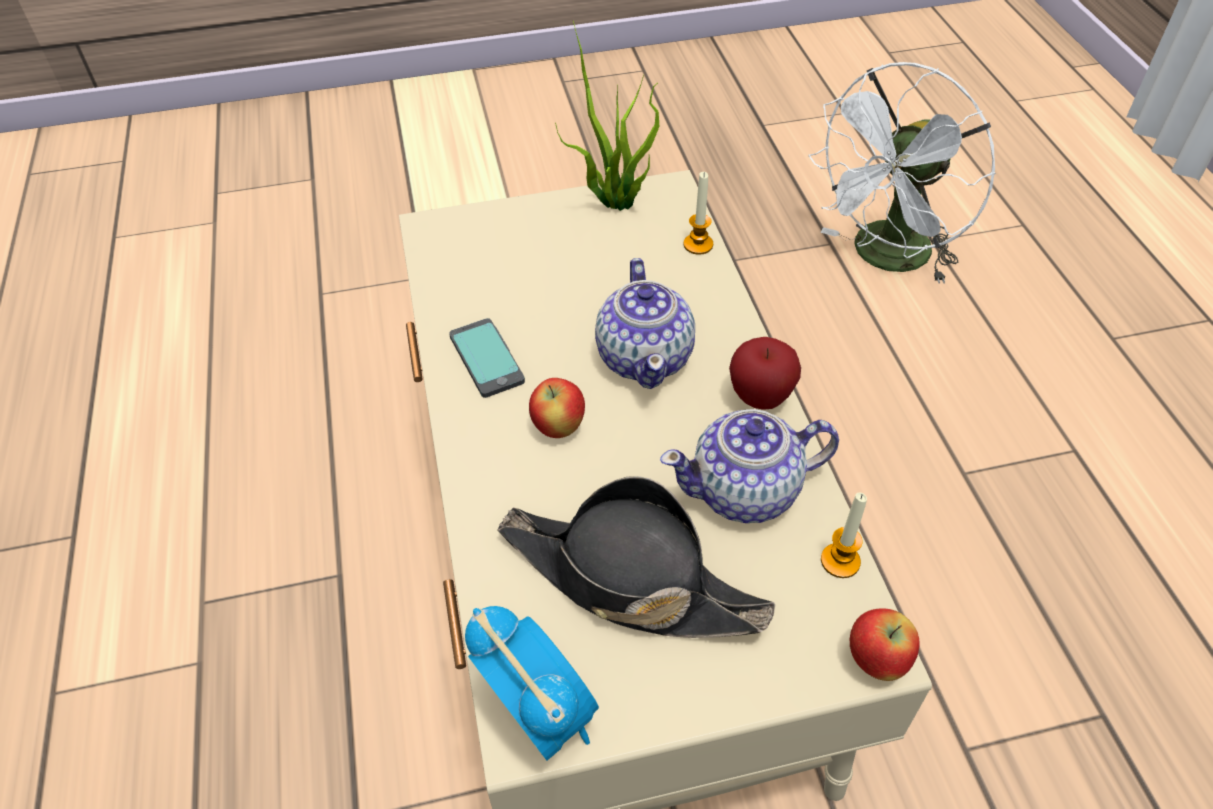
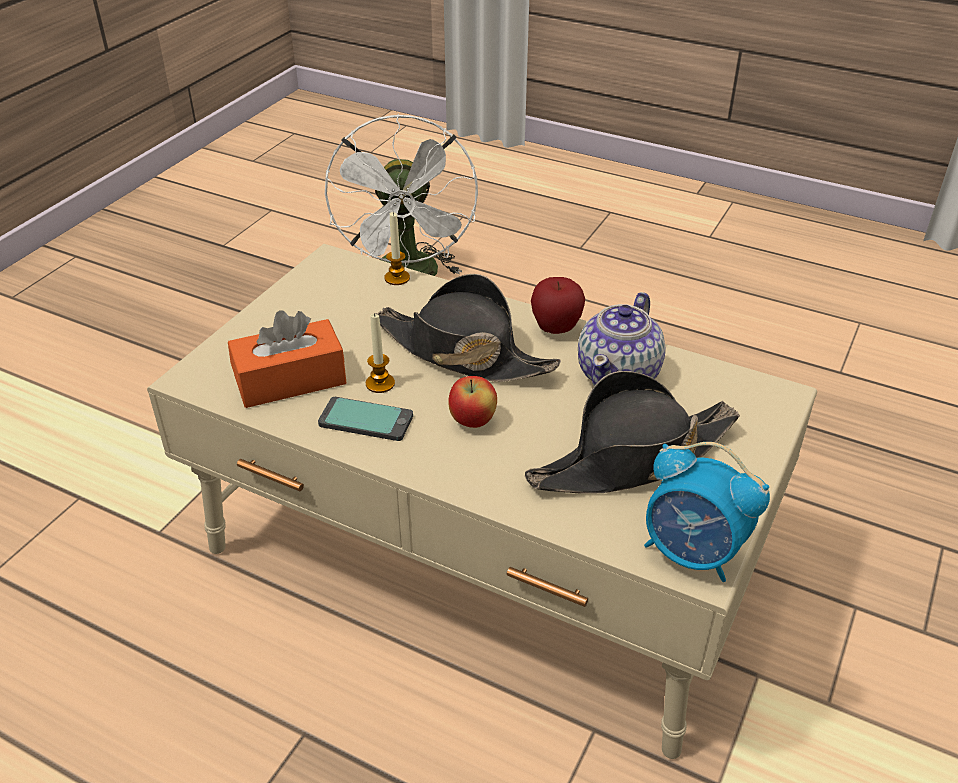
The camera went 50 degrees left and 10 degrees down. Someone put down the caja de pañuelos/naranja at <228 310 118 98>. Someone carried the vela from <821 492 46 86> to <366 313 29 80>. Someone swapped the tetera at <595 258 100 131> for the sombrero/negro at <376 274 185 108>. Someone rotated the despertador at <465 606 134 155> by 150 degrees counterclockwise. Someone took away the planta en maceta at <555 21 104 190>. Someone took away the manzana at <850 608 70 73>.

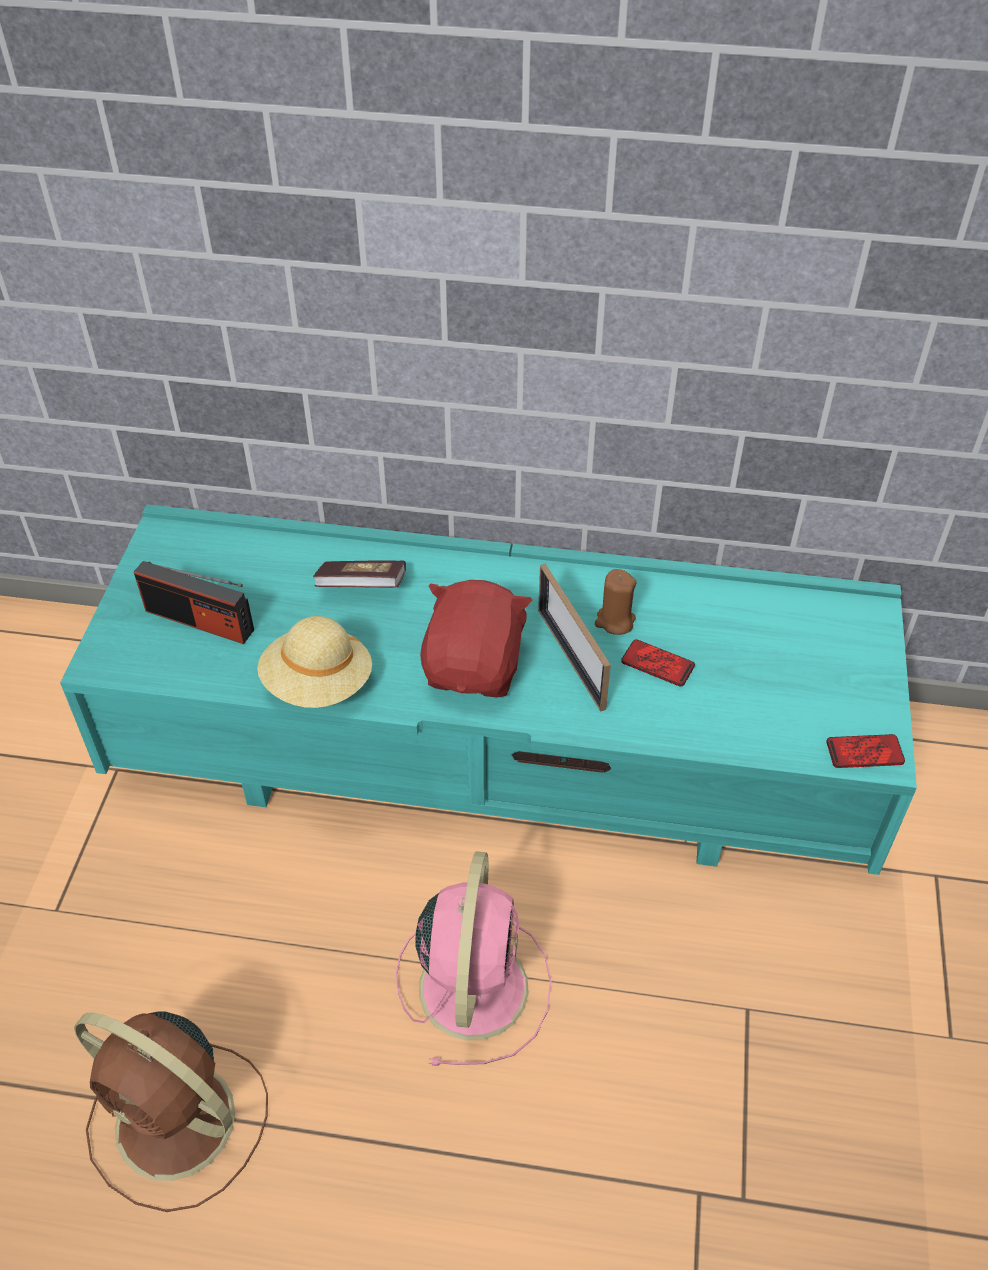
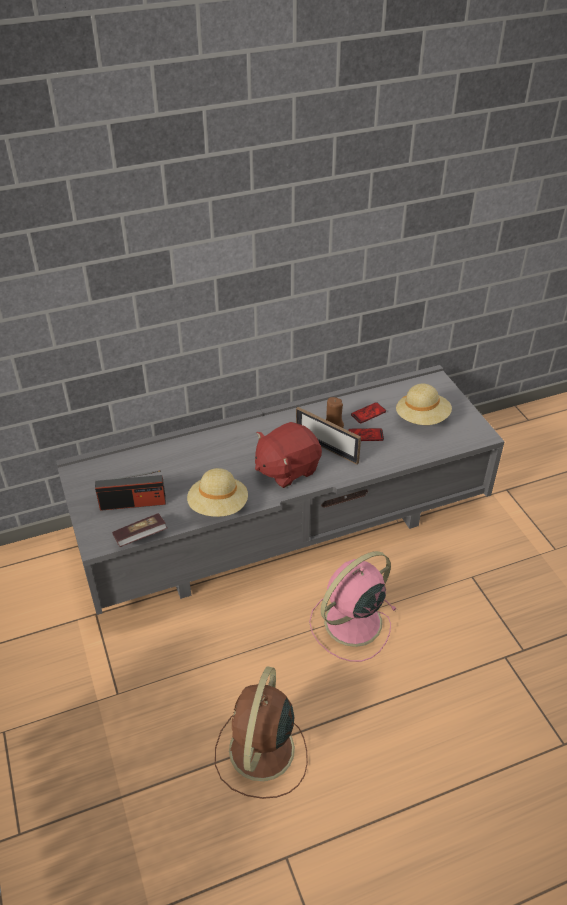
The camera went 30 degrees left and 5 degrees down. Someone repainted the mueble de televisión/turquesa at <60 504 857 371>, which became the mueble de televisión/gris at <56 365 449 250>. Someone carried the libro from <313 561 93 27> to <112 513 55 34>. Someone rotated the ventilador/marrón at <74 1011 194 201> by 105 degrees clockwise. Someone rotated the peluche/rojo at <420 580 112 117> by 105 degrees counterclockwise. Someone rotated the ventilador/rosa at <396 851 156 215> by 105 degrees counterclockwise. Someone carried the móvil from <826 734 79 34> to <351 402 35 21>. Someone put down the sombrero/beis at <396 384 56 41>.

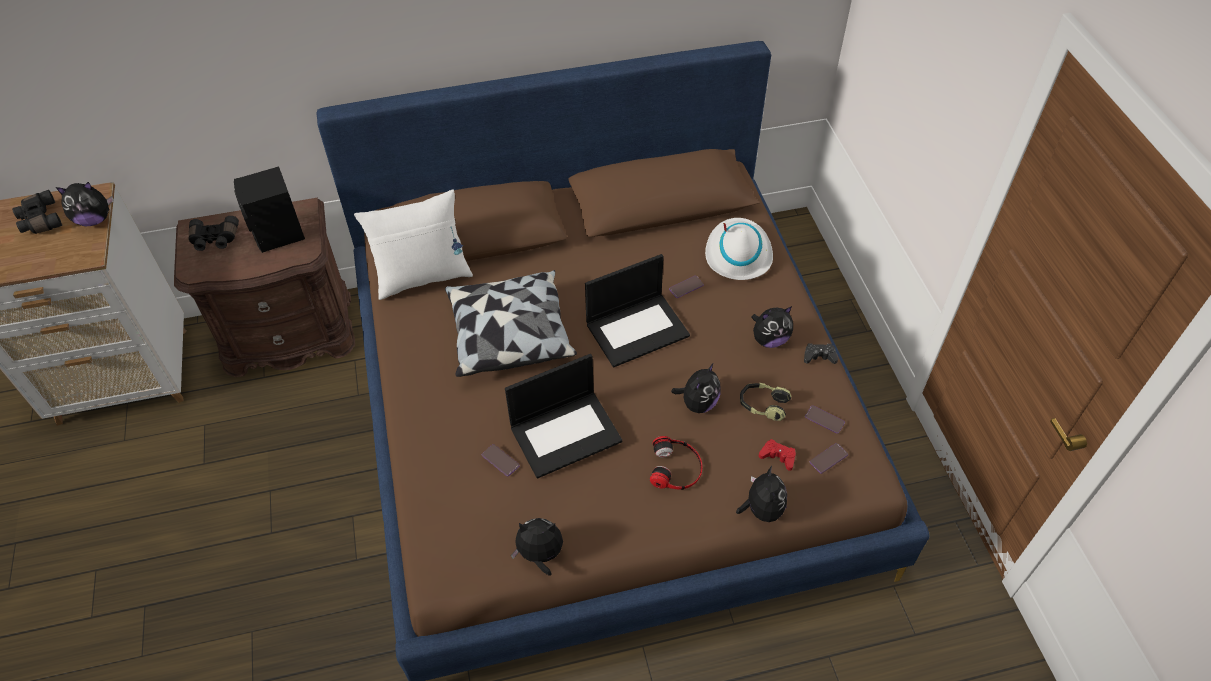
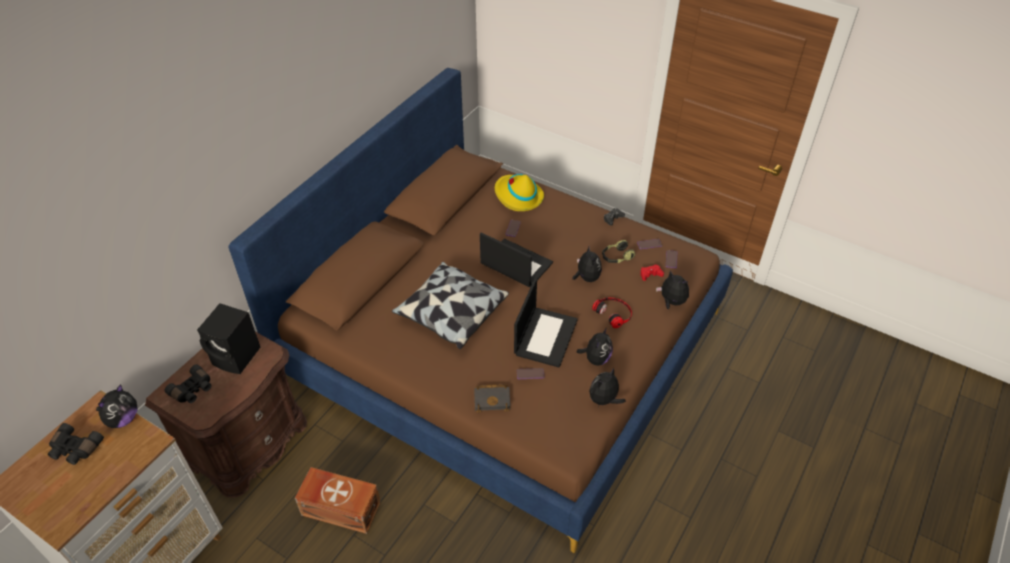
The camera went 45 degrees left and 5 degrees down. Someone put down the caja de almacenaje/marrón at <295 467 86 67>. Someone put down the libro/negro at <474 384 37 29>. Someone rotated the portátil at <585 254 105 114> by 75 degrees counterclockwise. Someone repainted the sombrero/blanco at <705 218 68 62>, which became the sombrero/amarillo at <495 174 49 37>. Someone carried the peluche from <751 306 42 42> to <577 328 36 38>. Someone took away the cojín/blanco at <354 190 119 110>.

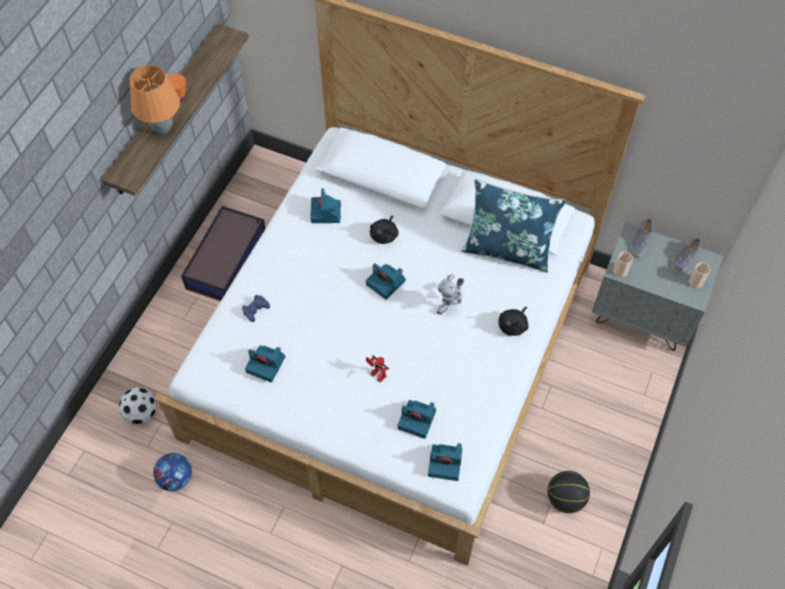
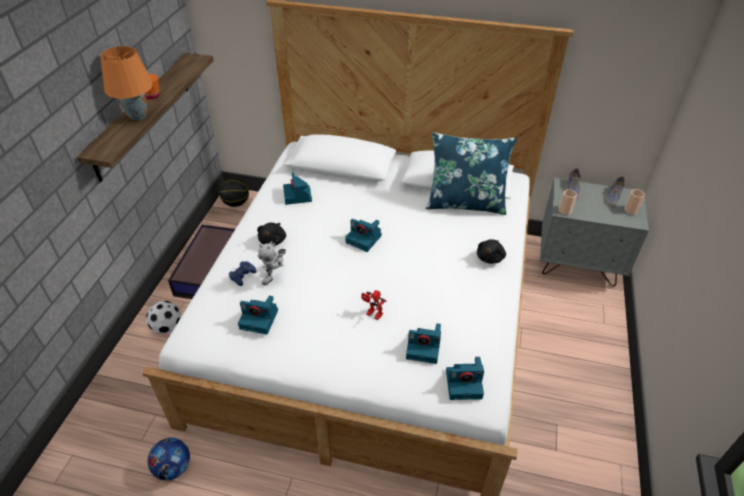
The camera went 10 degrees left and 15 degrees down. Someone carried the balón de fútbol from <119 387 38 37> to <146 301 35 33>. Someone carried the balón de baloncesto from <548 471 42 42> to <219 178 30 29>. Someone carried the peluche/negro from <370 216 29 28> to <257 223 29 23>. Someone carried the robot de juguete from <437 273 27 41> to <258 241 28 44>.

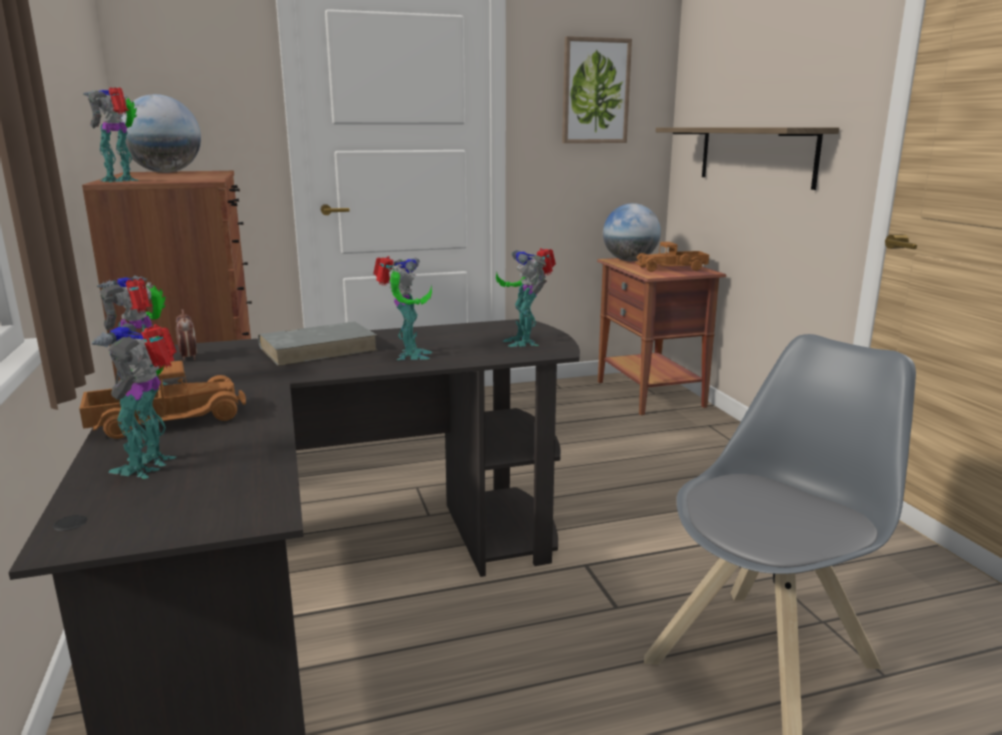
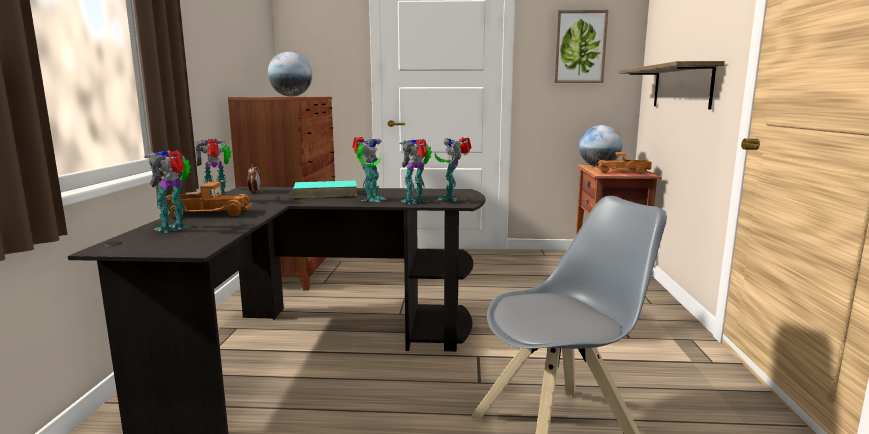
The camera went 20 degrees right and 5 degrees down. Someone repainted the libro/gris at <258 321 120 45>, which became the libro/turquesa at <293 181 64 17>. Someone carried the robot de juguete from <83 87 55 95> to <399 139 33 65>.

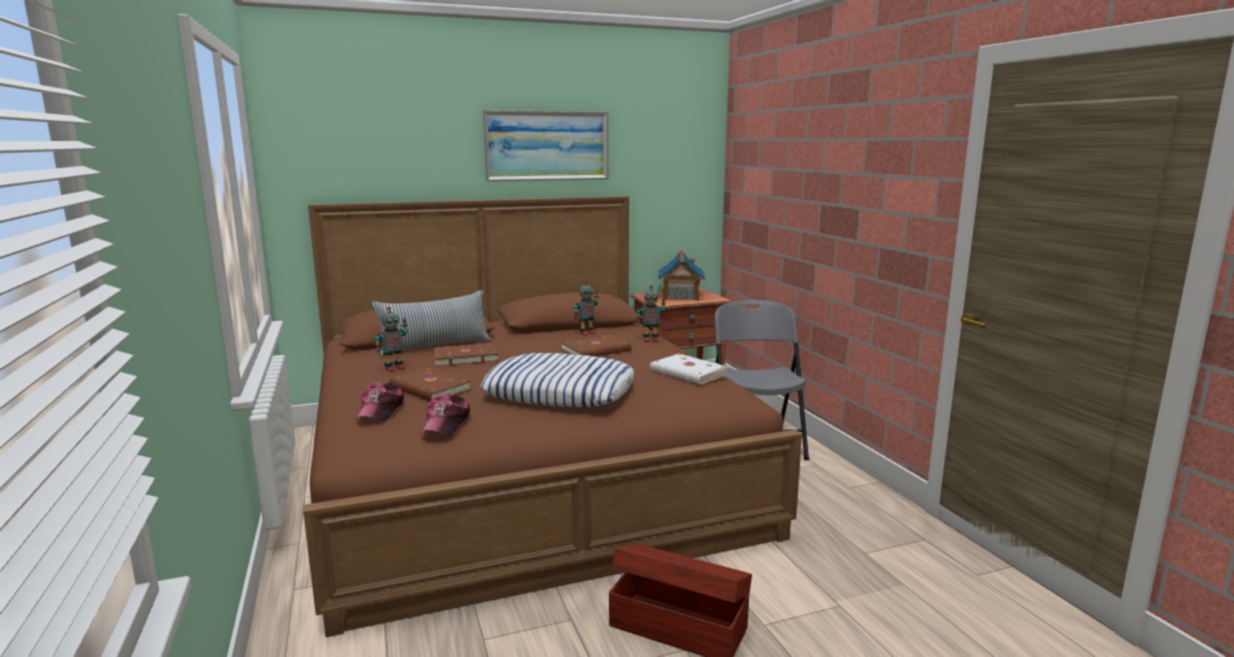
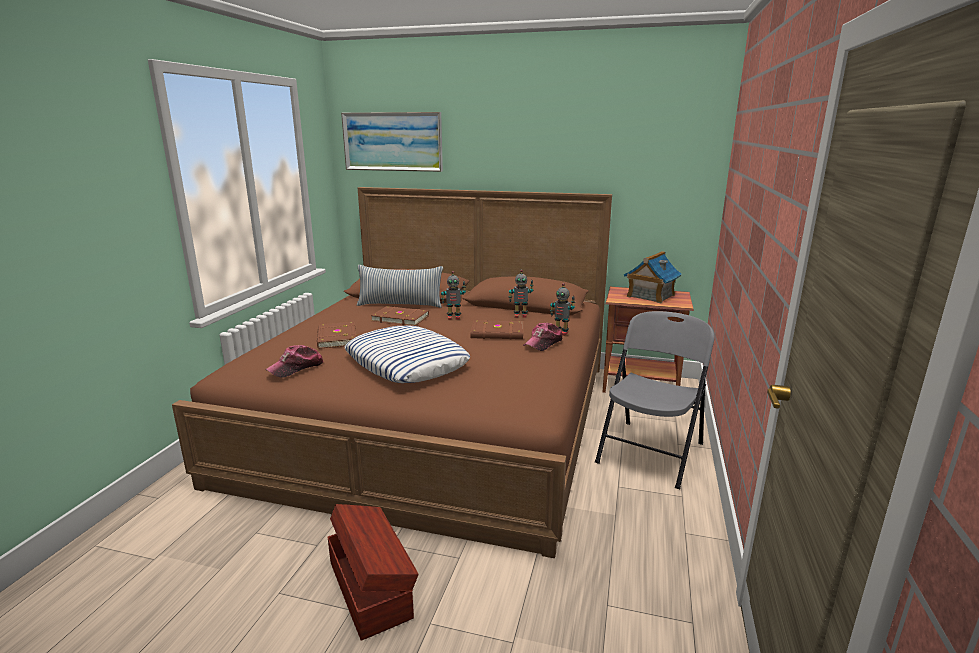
The camera went 35 degrees right and 5 degrees up. Someone carried the cuadro from <483 110 125 71> to <341 112 102 60>. Someone carried the robot de juguete from <375 306 32 66> to <441 271 25 48>. Someone carried the gorra from <355 382 49 39> to <523 323 40 28>. Someone took away the libro/blanco at <650 354 78 31>.

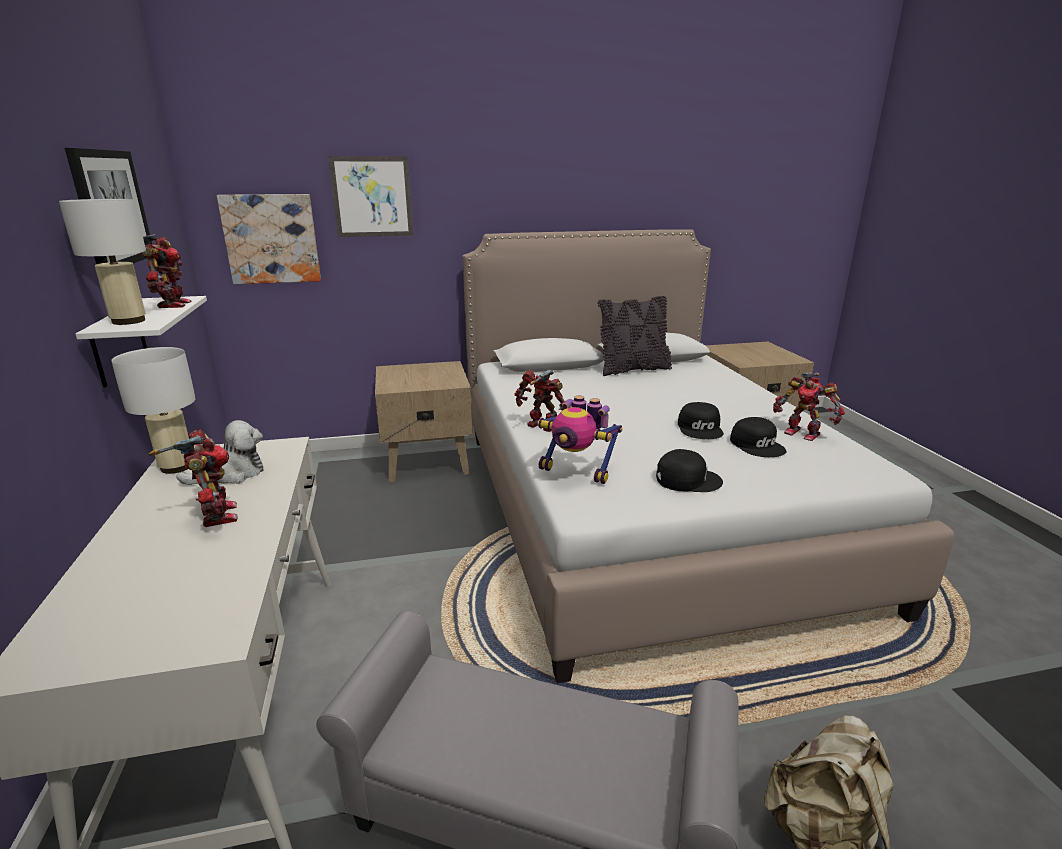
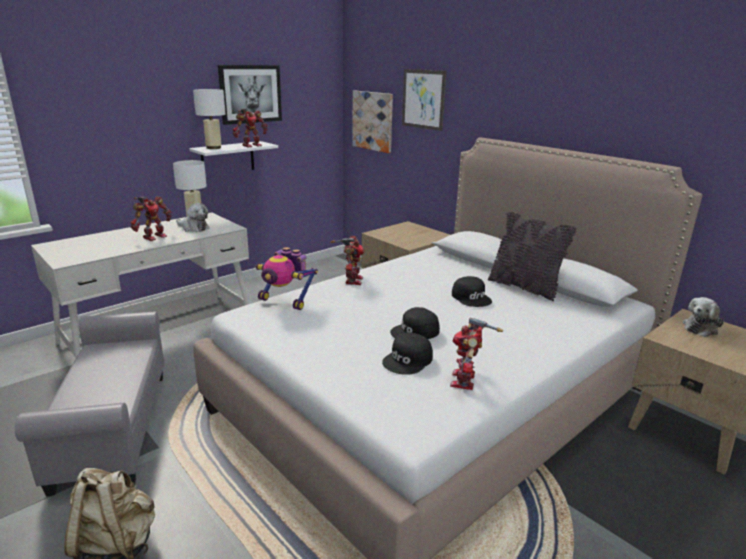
The camera went 60 degrees right and 0 degrees up. Someone rotated the robot de juguete at <537 396 86 88> by 60 degrees counterclockwise. Someone carried the gorra/negro from <656 449 67 43> to <452 276 40 31>. Someone put down the peluche at <683 297 41 40>.

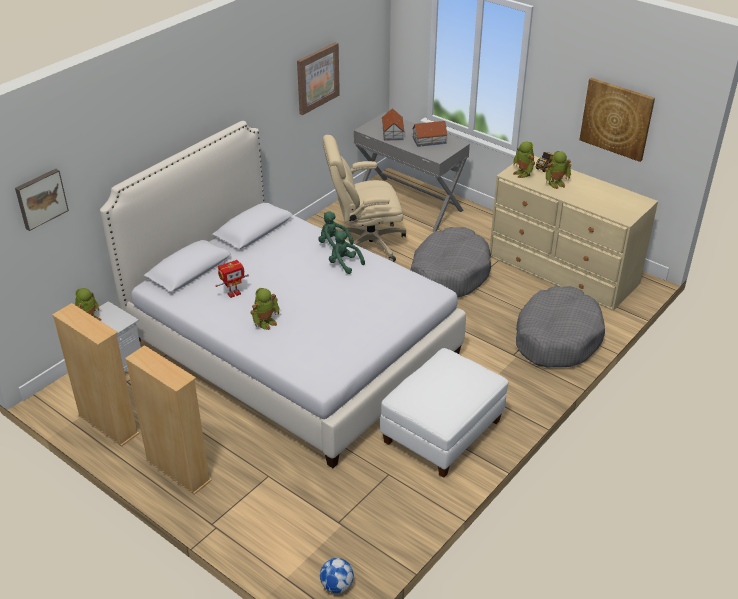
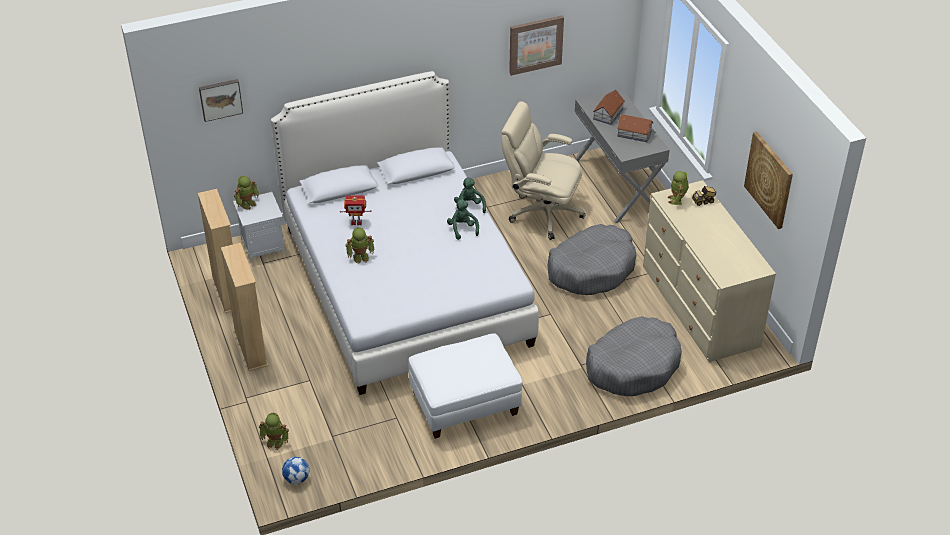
The camera went 30 degrees right and 5 degrees up. Someone carried the robot de juguete from <545 151 26 38> to <259 413 30 37>.

